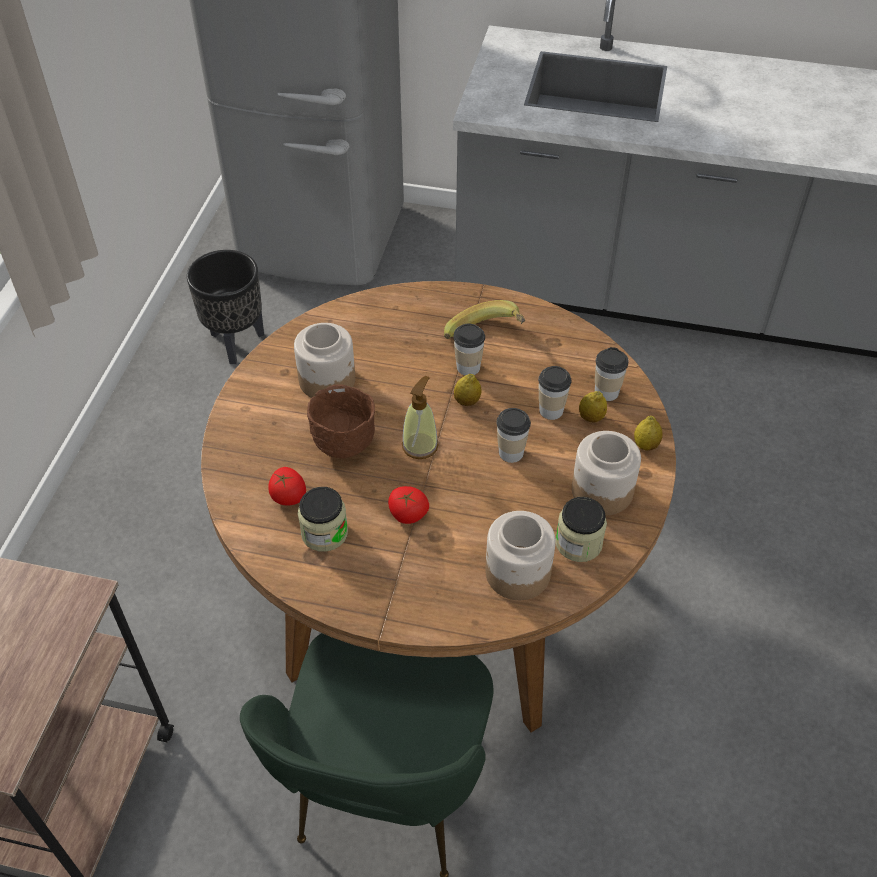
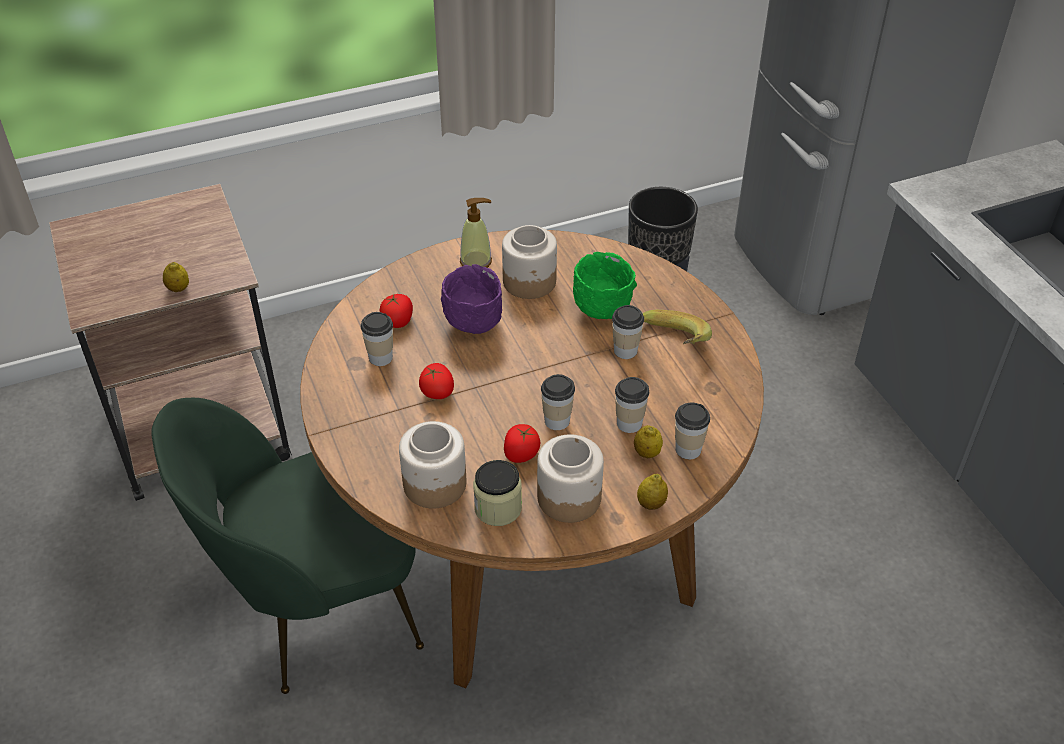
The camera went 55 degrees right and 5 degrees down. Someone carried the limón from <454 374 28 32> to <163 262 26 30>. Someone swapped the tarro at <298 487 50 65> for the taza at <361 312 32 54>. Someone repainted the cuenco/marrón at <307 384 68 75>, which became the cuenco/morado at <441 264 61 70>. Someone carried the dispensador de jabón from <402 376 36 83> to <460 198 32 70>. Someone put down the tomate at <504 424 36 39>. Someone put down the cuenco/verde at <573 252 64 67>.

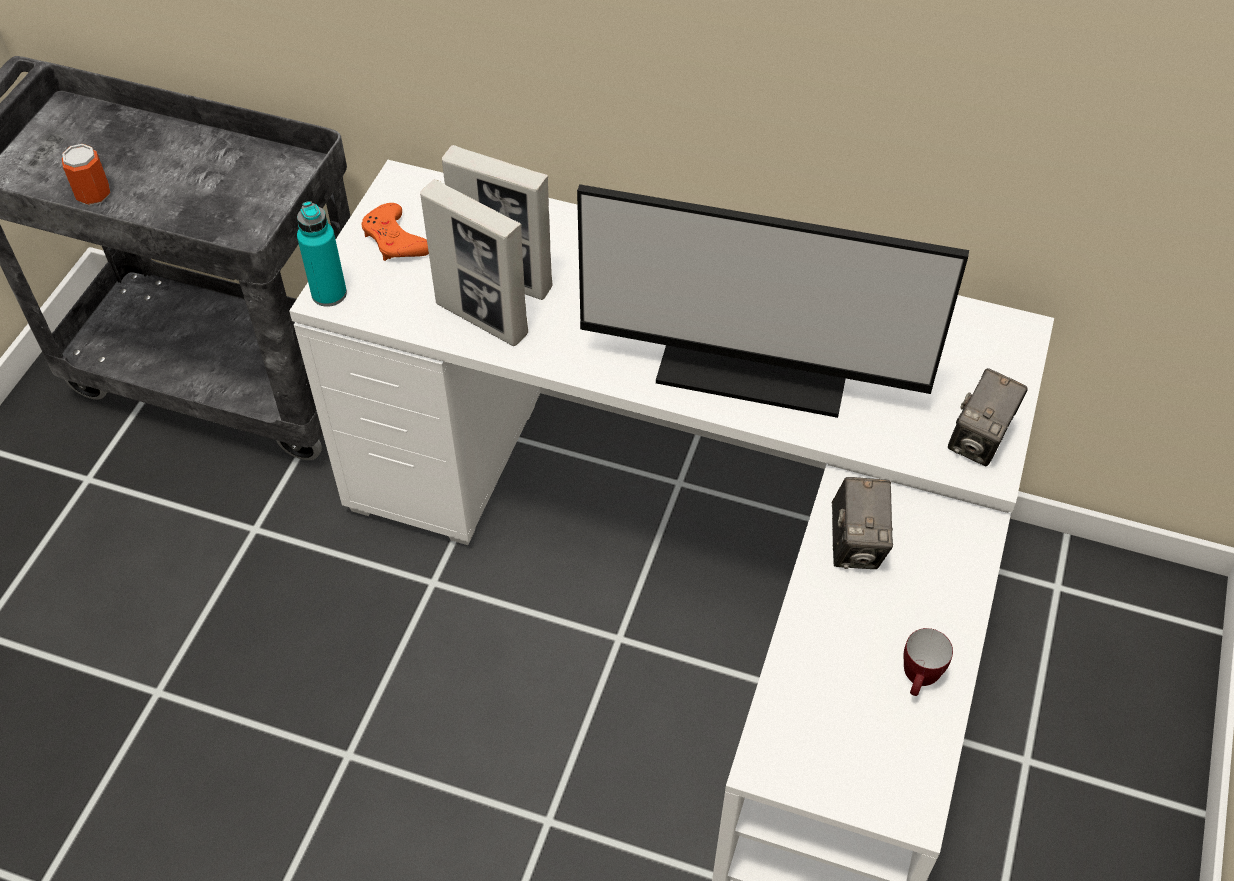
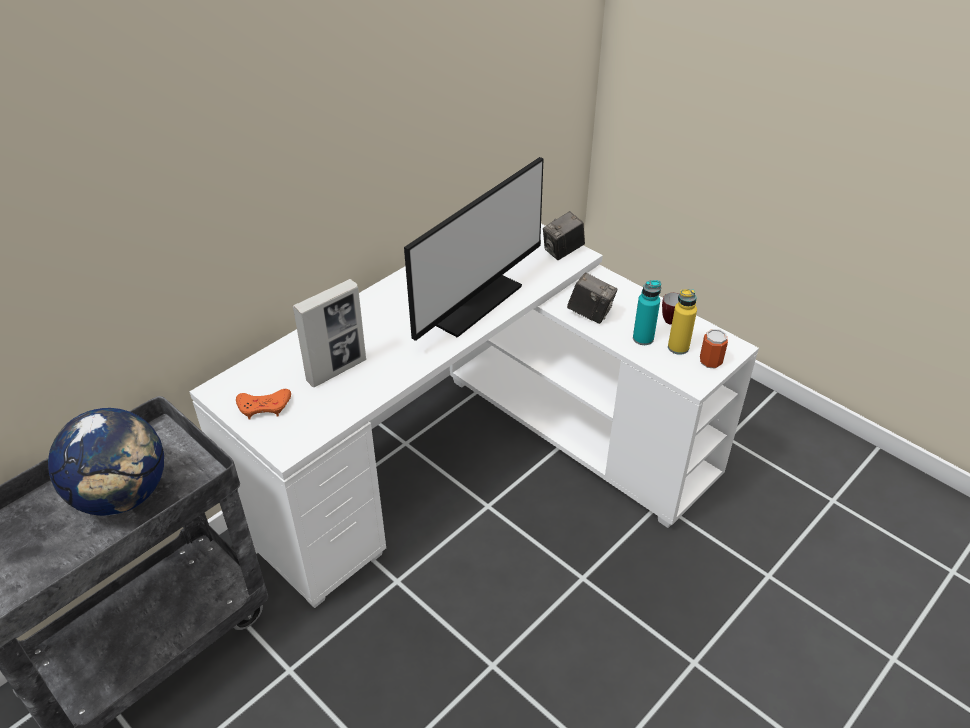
The camera went 65 degrees left and 10 degrees down. Someone put down the globo terráqueo at <48 408 116 108>. Someone rotated the cámara at <948 368 80 98> by 90 degrees clockwise. Someone carried the botella/turquesa from <297 201 50 106> to <633 280 28 65>. Someone put down the botella/amarillo at <668 289 29 66>. Someone carried the lata from <62 144 48 62> to <700 329 28 40>. Someone took away the portarretratos at <420 179 108 167>.

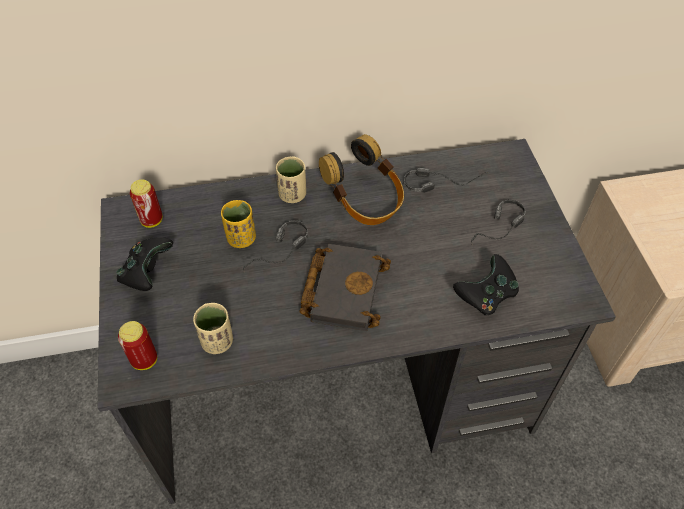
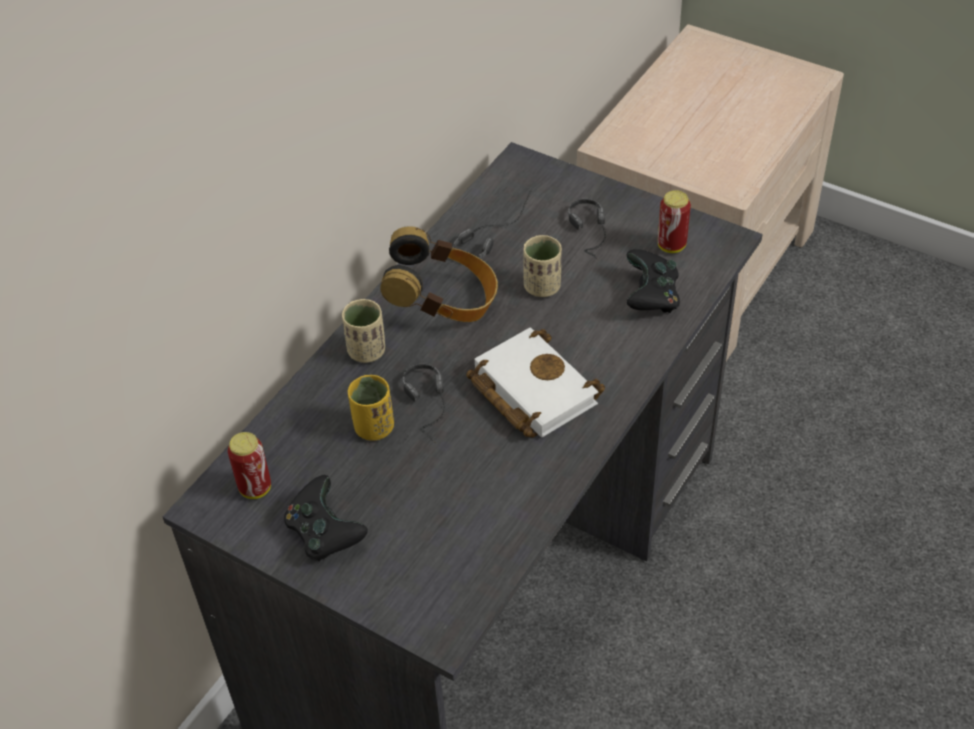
The camera went 45 degrees left and 5 degrees down. Someone repainted the libro/negro at <299 244 92 87>, which became the libro/blanco at <466 327 139 111>. Someone carried the taza/beis from <193 303 40 51> to <523 235 39 62>. Someone carried the lata from <118 321 39 49> to <658 190 33 63>.

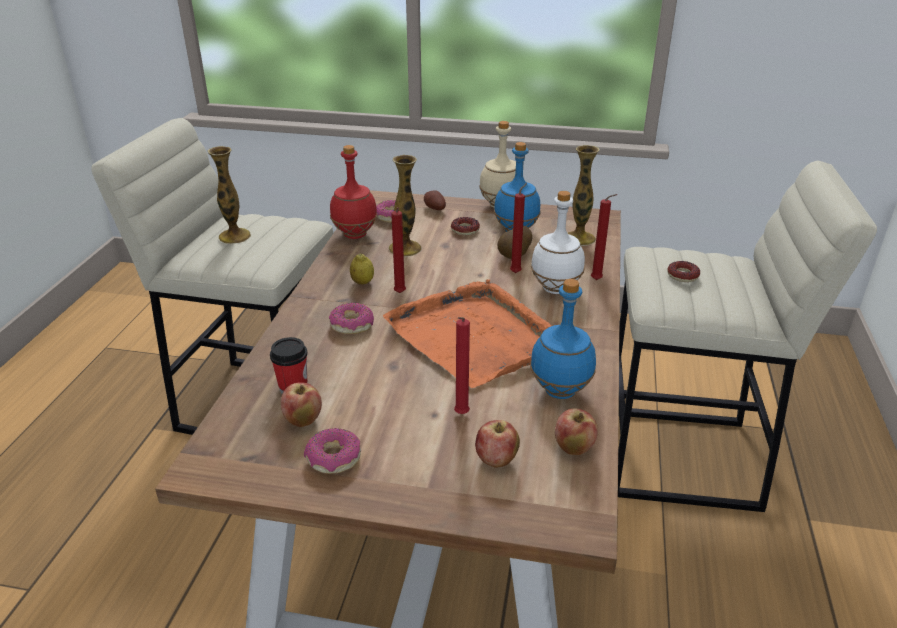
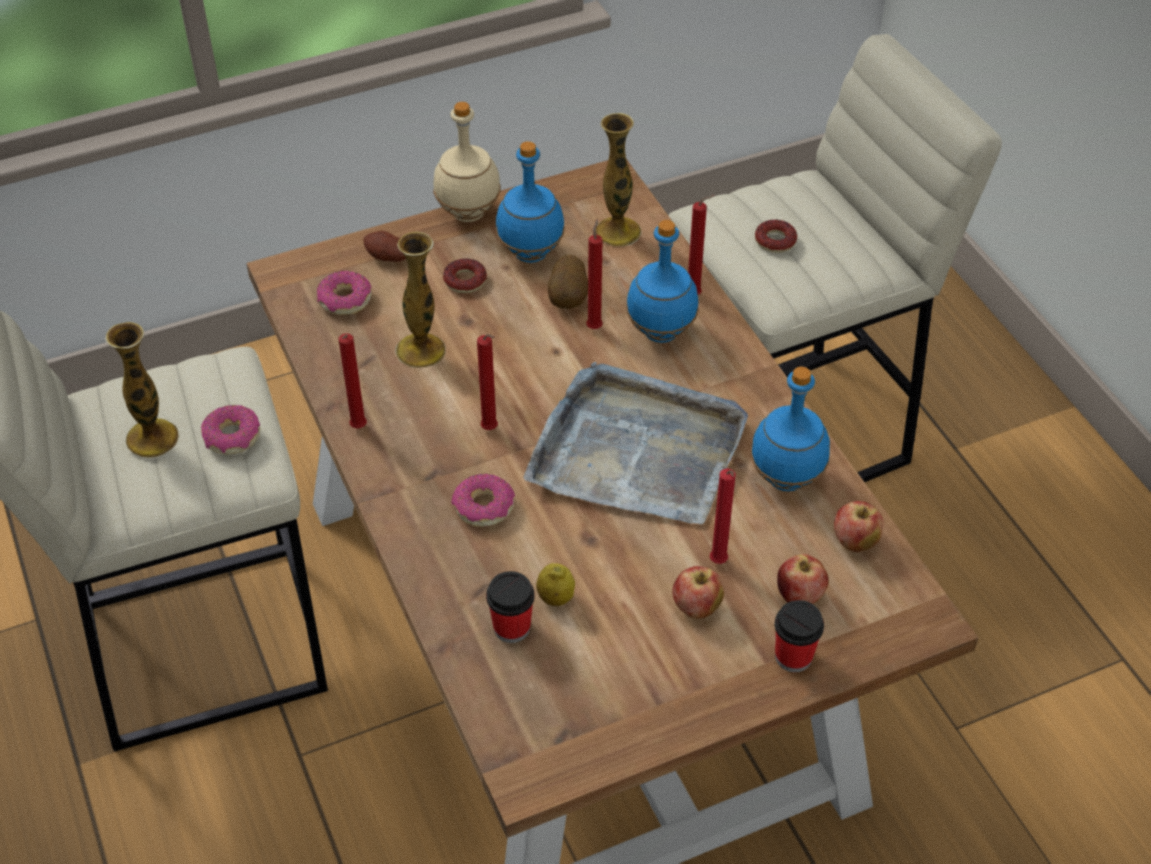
The camera went 35 degrees left and 15 degrees up. Someone carried the rosquilla from <304 428 57 46> to <201 405 59 49>. Someone put down the vela/rojo at <339 333 28 96>. Someone repainted the bandeja/naranja at <383 279 169 109>, which became the bandeja/gris at <523 362 225 162>. Someone carried the limón from <350 253 24 32> to <536 563 39 43>. Someone repainted the botella/blanco at <531 191 54 103>, which became the botella/azul at <626 220 73 123>. Someone carried the manzana from <281 382 41 45> to <672 566 52 53>. Someone put down the taza at <775 600 49 72>. Someone took away the botella/rojo at <330 145 47 94>.

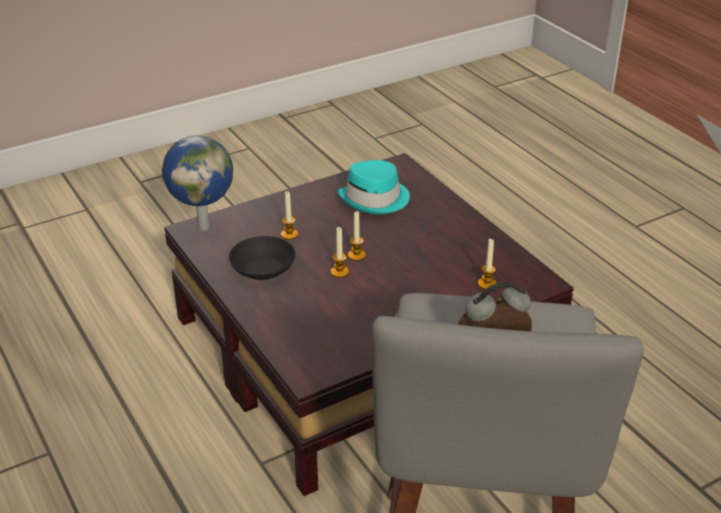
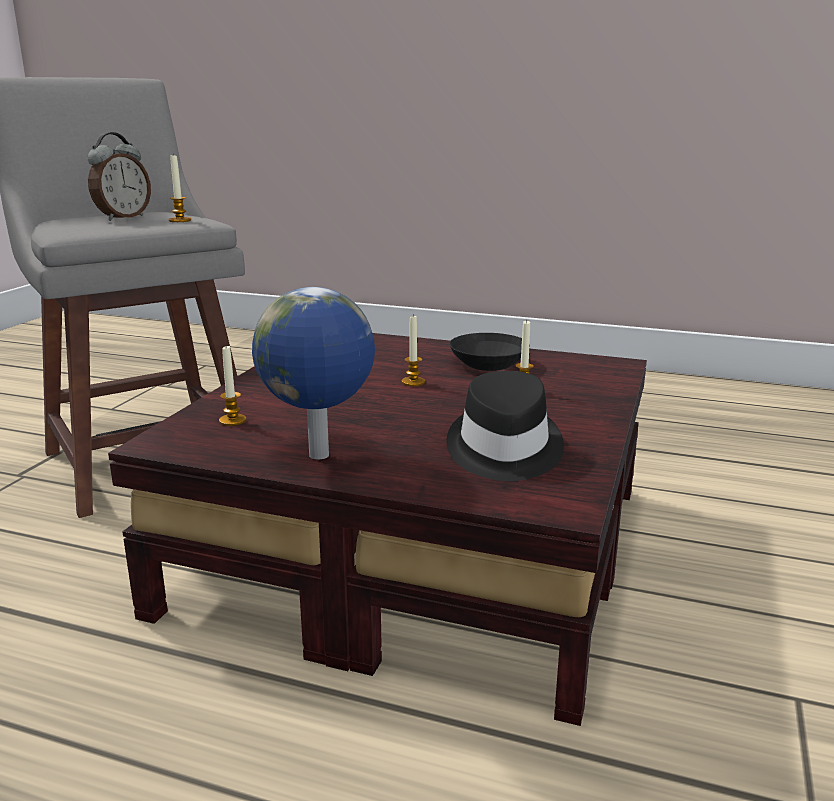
The camera went 140 degrees right and 15 degrees down. Someone carried the vela from <348 211 18 50> to <169 153 22 69>. Someone carried the globo terráqueo from <162 136 71 94> to <252 287 123 172>. Someone repainted the sombrero/turquesa at <338 160 72 55>, which became the sombrero/negro at <447 371 117 110>.

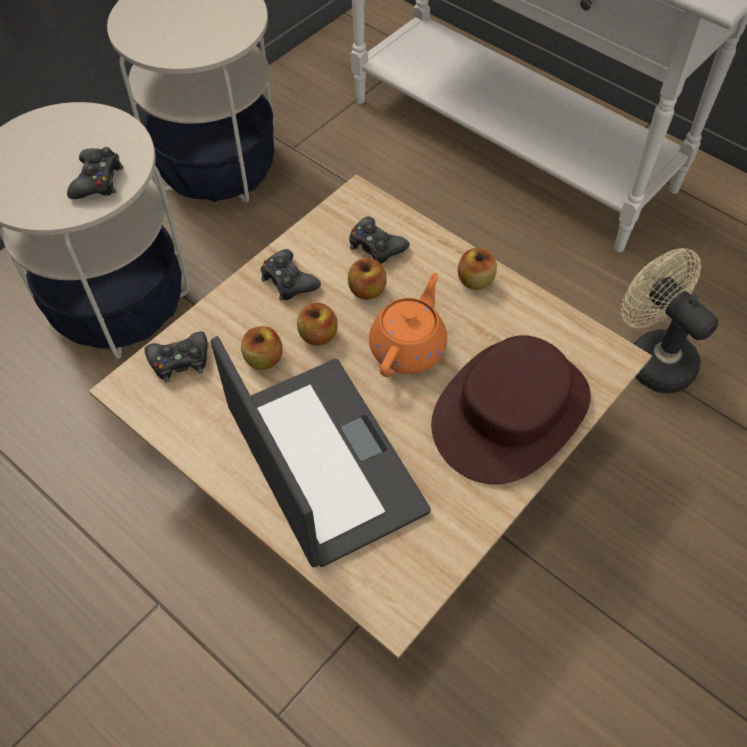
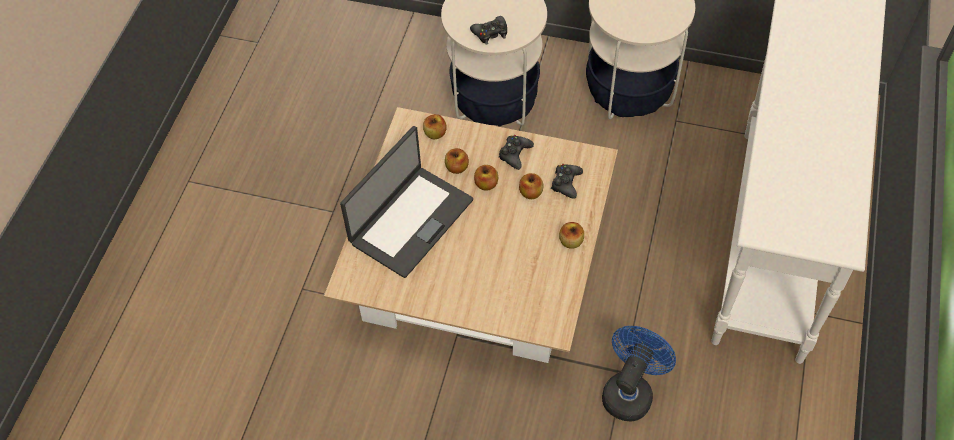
The camera went 65 degrees right and 0 degrees up. Someone swapped the mando de consola/negro at <144 332 64 51> for the manzana at <423 114 23 25>. Someone repainted the ventilador/beis at <621 248 97 145>, which became the ventilador/azul at <602 326 74 95>. Someone took away the tetera/naranja at <369 273 78 104>. Someone took away the sombrero/marrón at <431 335 160 149>.

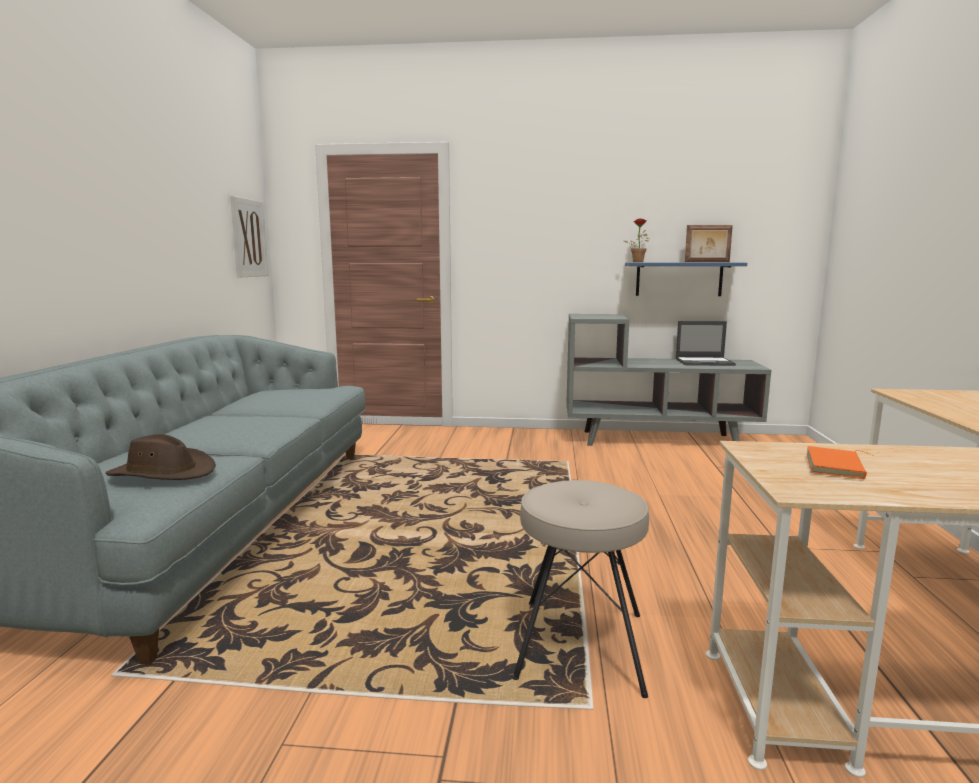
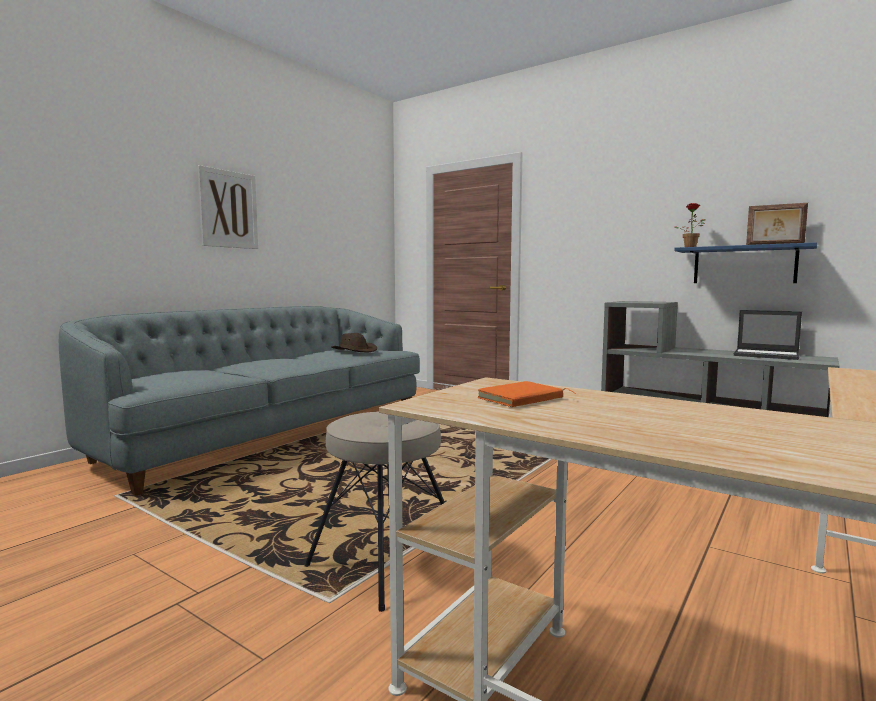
The camera went 30 degrees right and 5 degrees down. Someone carried the cuadro from <230 196 39 82> to <198 165 60 84>. Someone carried the sombrero/marrón from <105 434 111 46> to <331 333 46 19>.

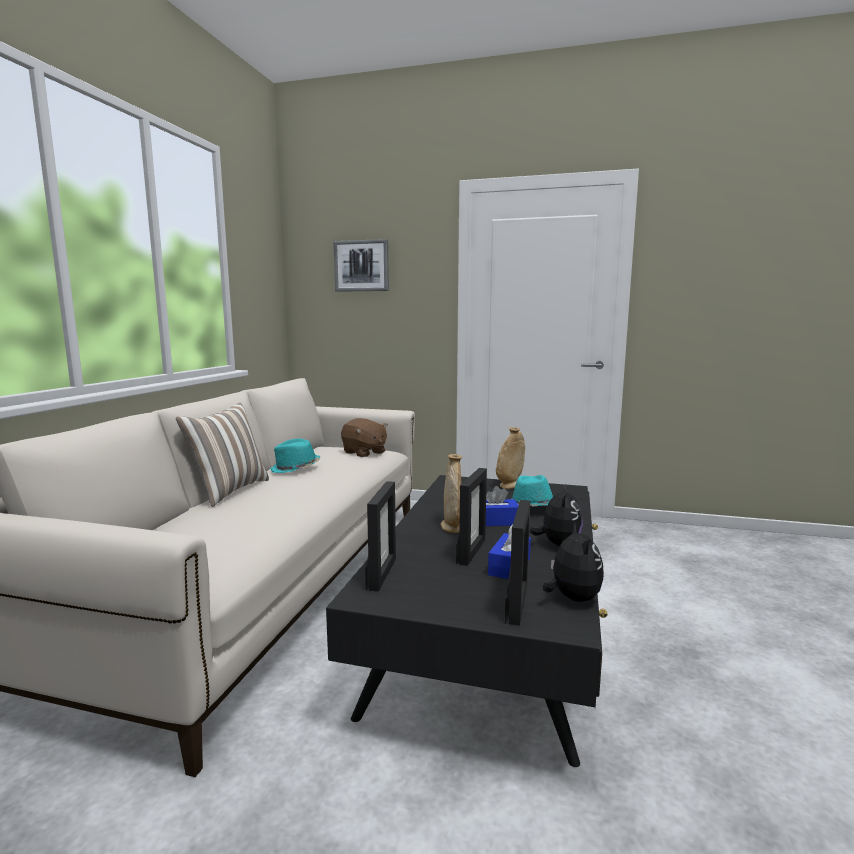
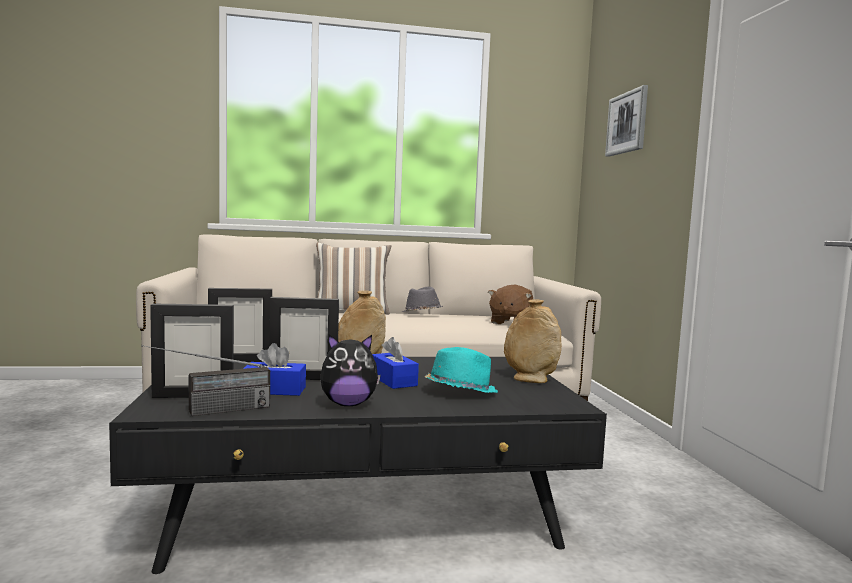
The camera went 65 degrees right and 5 degrees down. Someone swapped the peluche at <543 523 61 79> for the radio at <141 345 129 71>. Someone repainted the sombrero/turquesa at <270 438 50 35>, which became the sombrero/gris at <400 287 43 25>.

